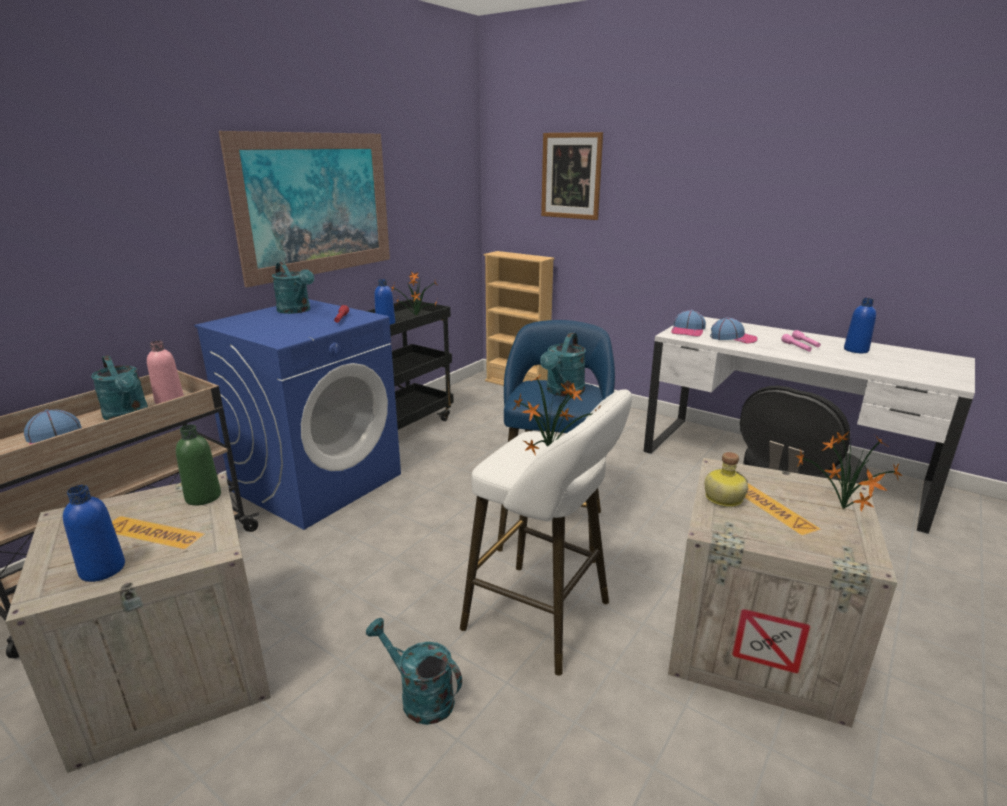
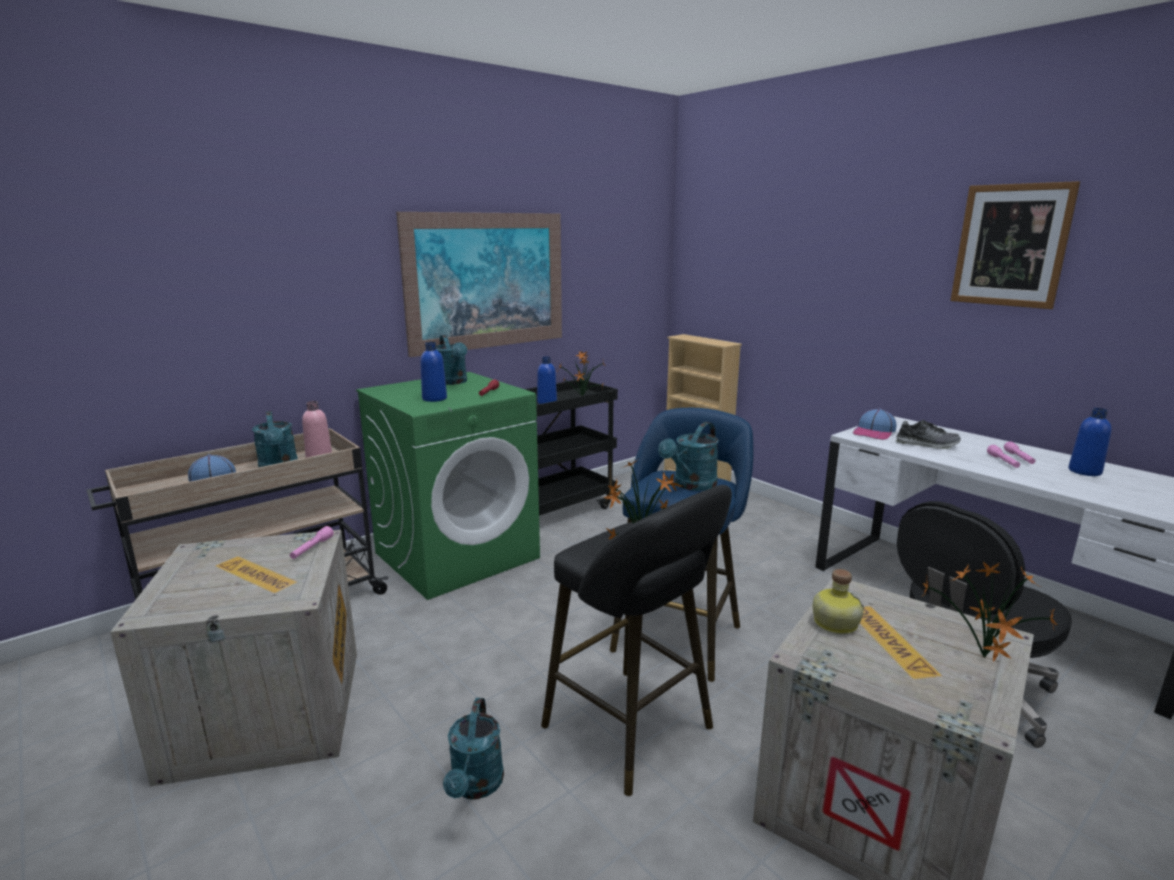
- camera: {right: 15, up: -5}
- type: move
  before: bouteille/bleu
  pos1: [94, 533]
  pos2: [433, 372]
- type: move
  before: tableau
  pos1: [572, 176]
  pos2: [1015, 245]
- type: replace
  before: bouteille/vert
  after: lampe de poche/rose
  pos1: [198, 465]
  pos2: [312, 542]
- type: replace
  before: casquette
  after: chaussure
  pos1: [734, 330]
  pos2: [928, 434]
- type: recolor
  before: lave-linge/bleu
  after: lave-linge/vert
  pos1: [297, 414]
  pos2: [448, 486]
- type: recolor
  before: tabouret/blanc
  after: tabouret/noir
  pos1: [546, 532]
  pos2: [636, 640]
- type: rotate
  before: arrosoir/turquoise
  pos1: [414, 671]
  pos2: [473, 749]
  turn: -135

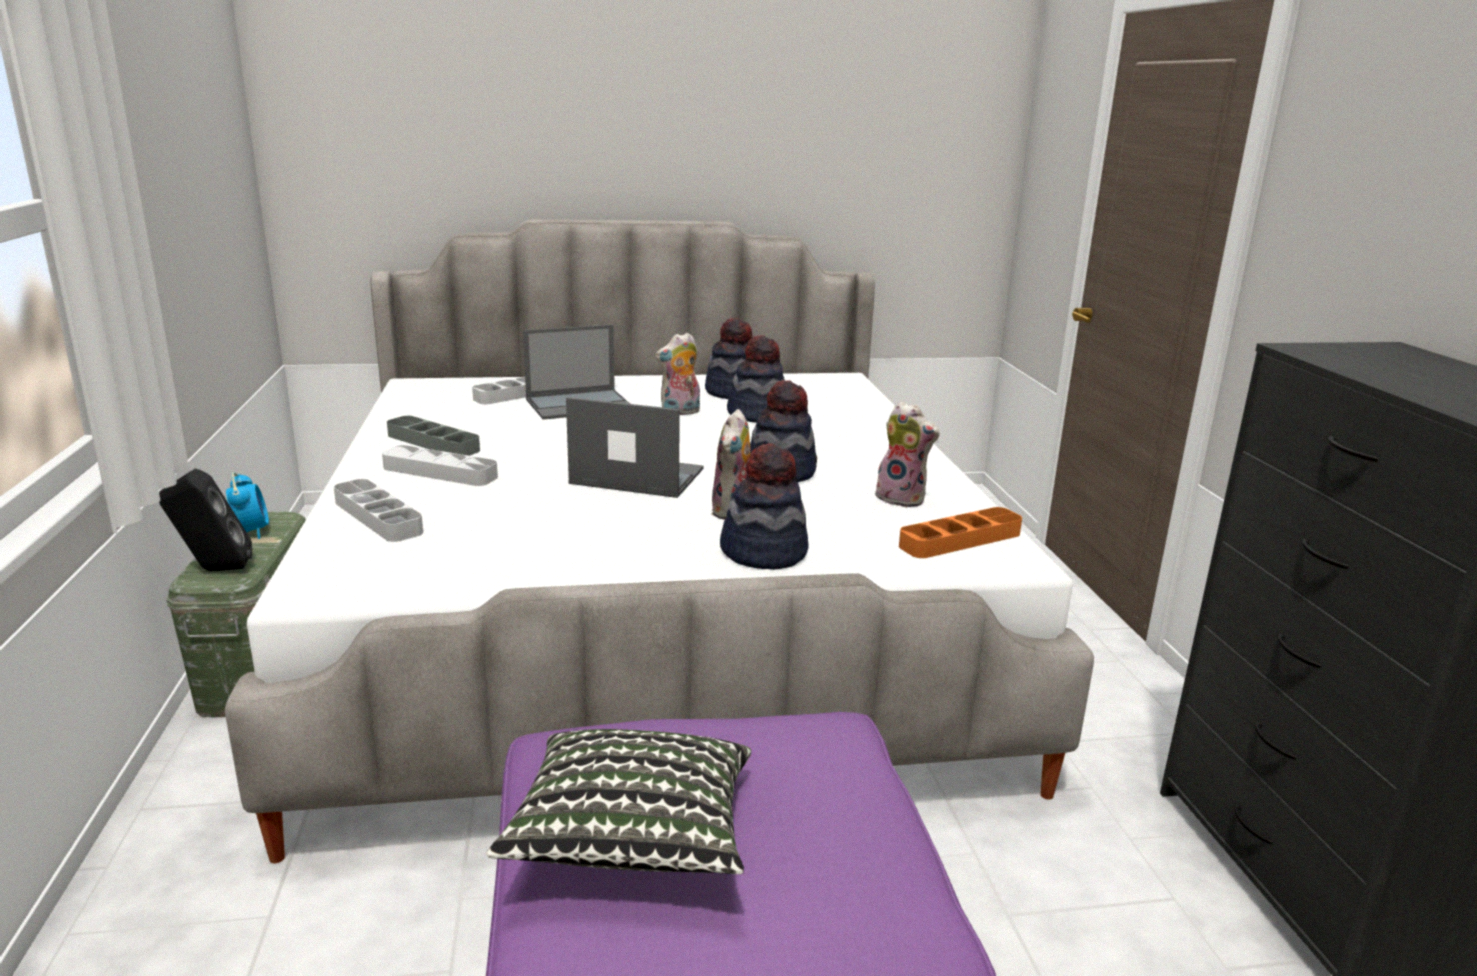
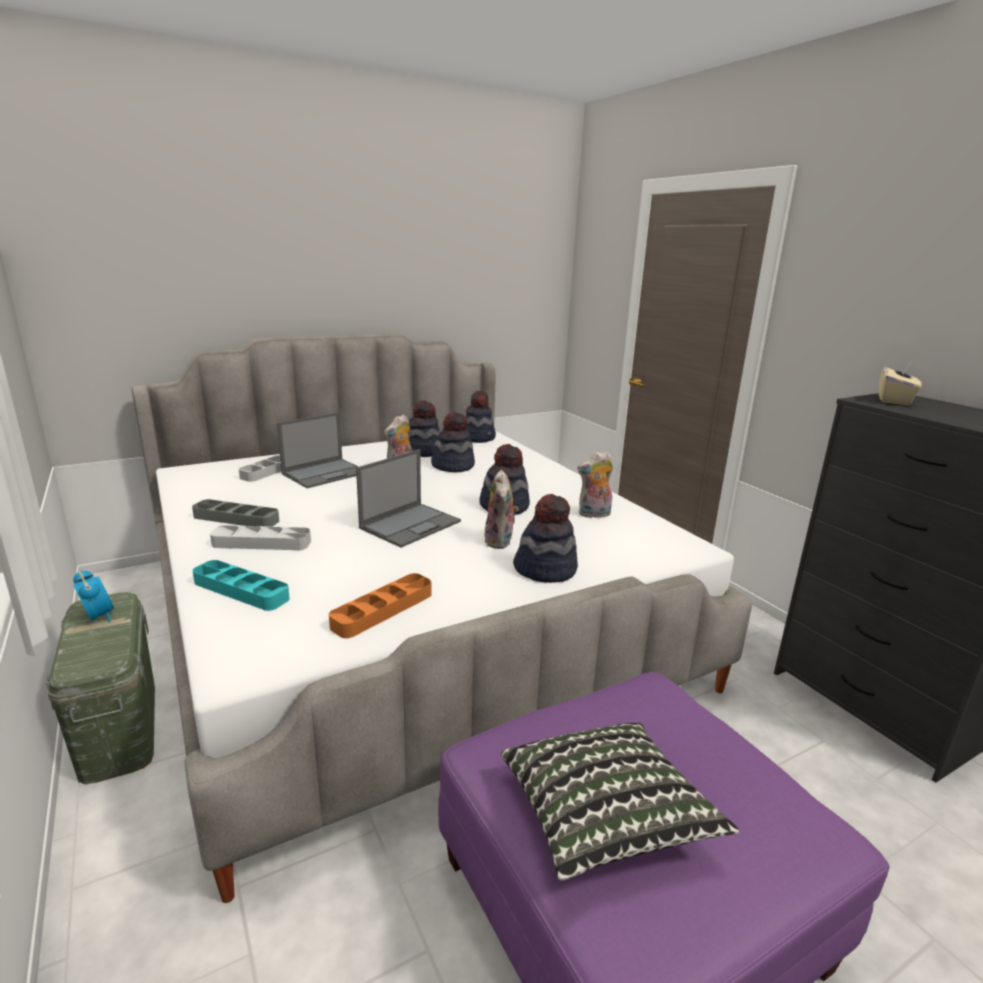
- camera: {right: -20, up: 0}
- type: delete
  before: enceinte/noir
  pos1: [205, 520]
- type: insert
  after: chapeau
  pos2: [480, 416]
- type: insert
  after: boîte à mouchoirs/beige
  pos2: [900, 383]
- type: move
  before: plateau/orange
  pos1: [960, 532]
  pos2: [380, 605]
- type: recolor
  before: plateau/gris
  after: plateau/turquoise
  pos1: [378, 510]
  pos2: [241, 585]
- type: rotate
  before: ordinateur portable
  pos1: [634, 447]
  pos2: [408, 498]
  turn: 135
- type: rotate
  before: peluche
  pos1: [907, 454]
  pos2: [595, 484]
  turn: 150

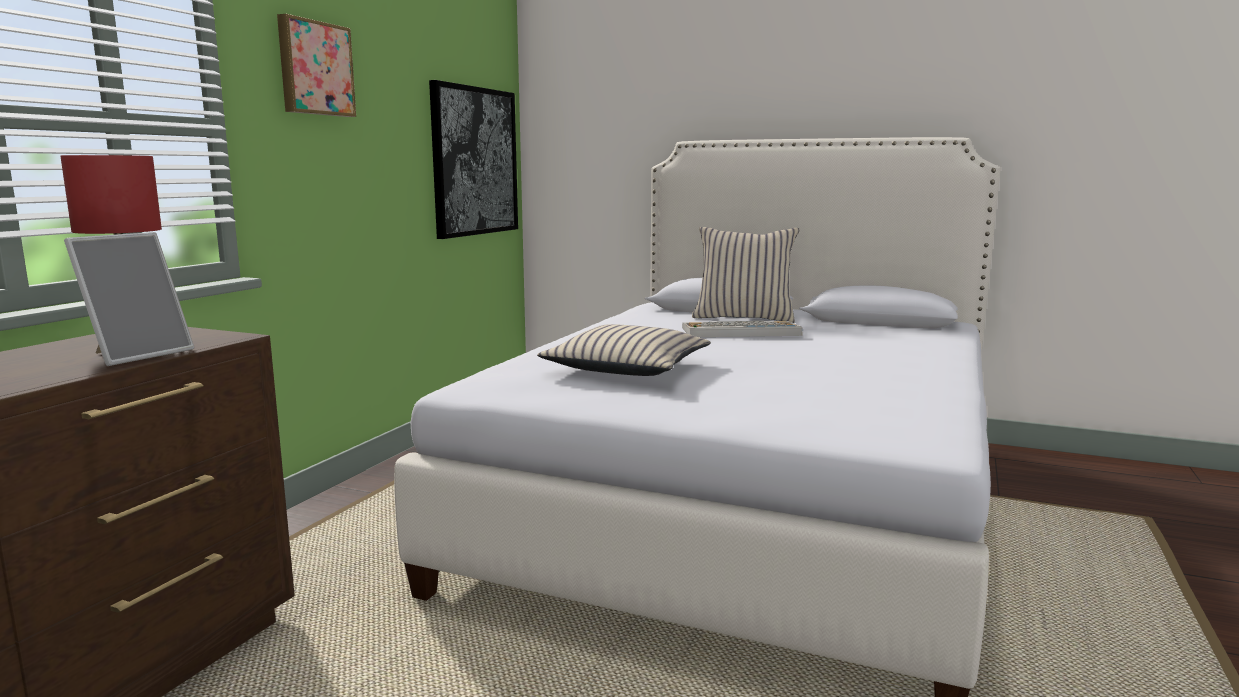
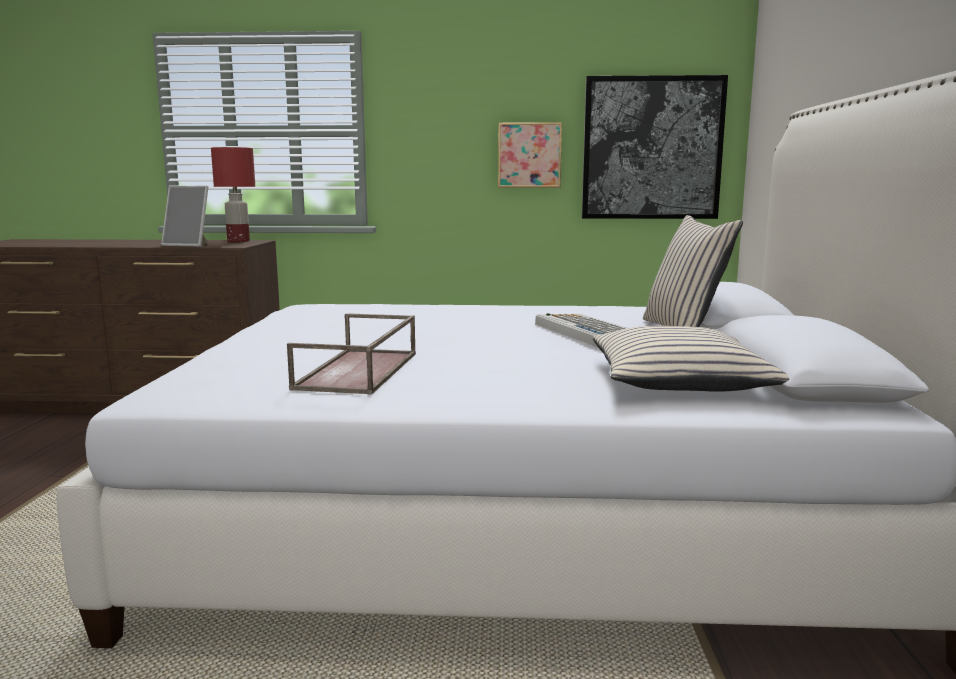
- camera: {right: 70, up: 0}
- type: insert
  after: plateau/marron
  pos2: [351, 354]
- type: move
  before: tableau
  pos1: [316, 65]
  pos2: [530, 155]
- type: move
  before: coussin/beige
  pos1: [624, 350]
  pos2: [691, 359]

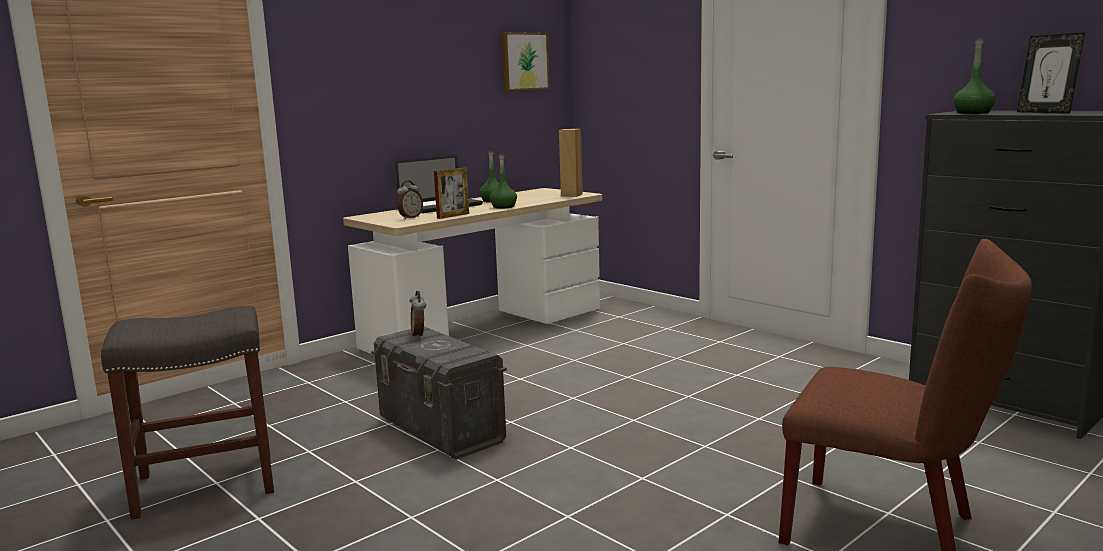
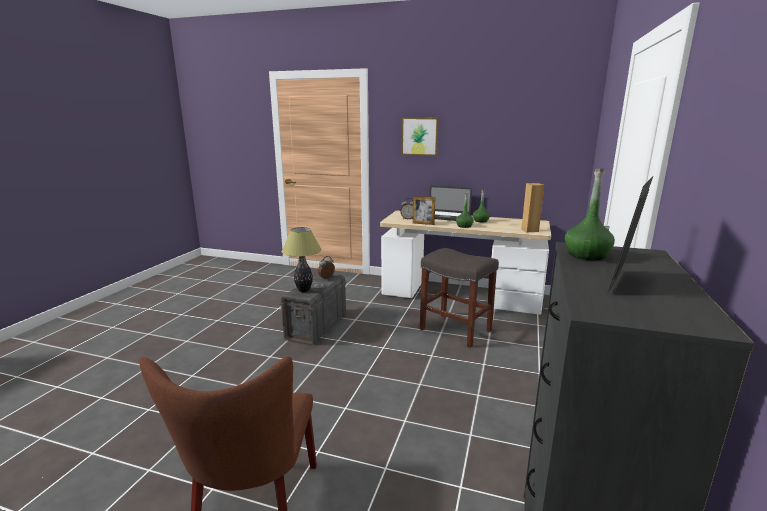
- camera: {right: 60, up: 5}
- type: insert
  after: lampe de table
  pos2: [301, 259]
- type: move
  before: tabouret/gris
  pos1: [187, 412]
  pos2: [459, 298]
- type: move
  before: tableau
  pos1: [525, 61]
  pos2: [420, 137]

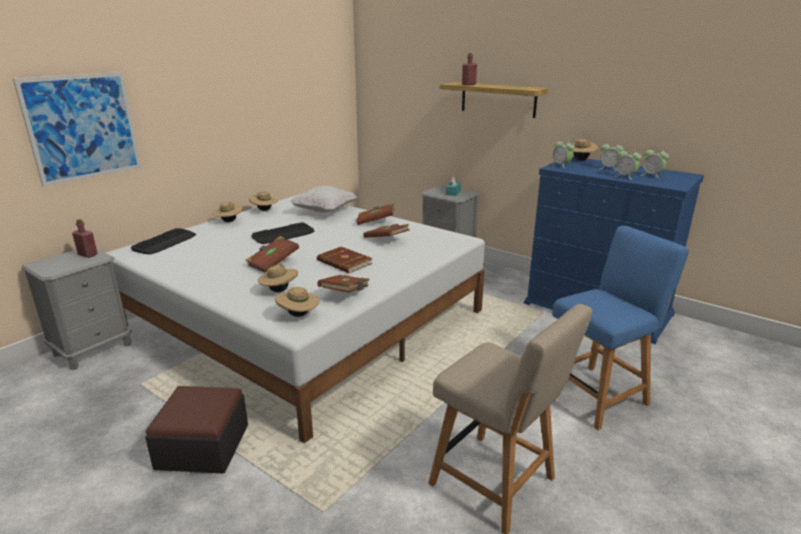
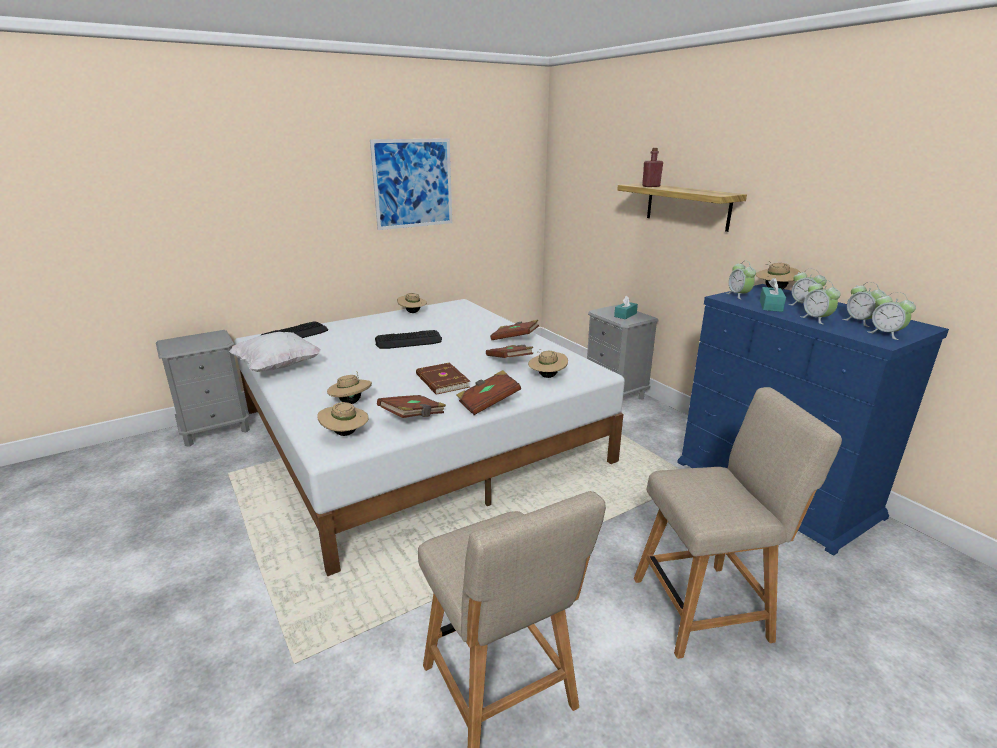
- camera: {right: 20, up: 0}
- type: delete
  before: bouteille/rouge
  pos1: [84, 238]
- type: delete
  before: pouf
  pos1: [196, 430]
- type: insert
  after: boîte à mouchoirs/turquoise
  pos2: [773, 294]
- type: insert
  after: réveil
  pos2: [891, 316]
- type: move
  before: tableau
  pos1: [77, 129]
  pos2: [411, 184]
- type: move
  before: chapeau/beige
  pos1: [228, 212]
  pos2: [548, 363]
- type: move
  before: livre/marron
  pos1: [272, 254]
  pos2: [488, 392]
- type: move
  before: coussin/blanc
  pos1: [324, 199]
  pos2: [275, 352]
- type: recolor
  before: chaise/bleu
  after: chaise/beige
  pos1: [620, 328]
  pos2: [738, 523]

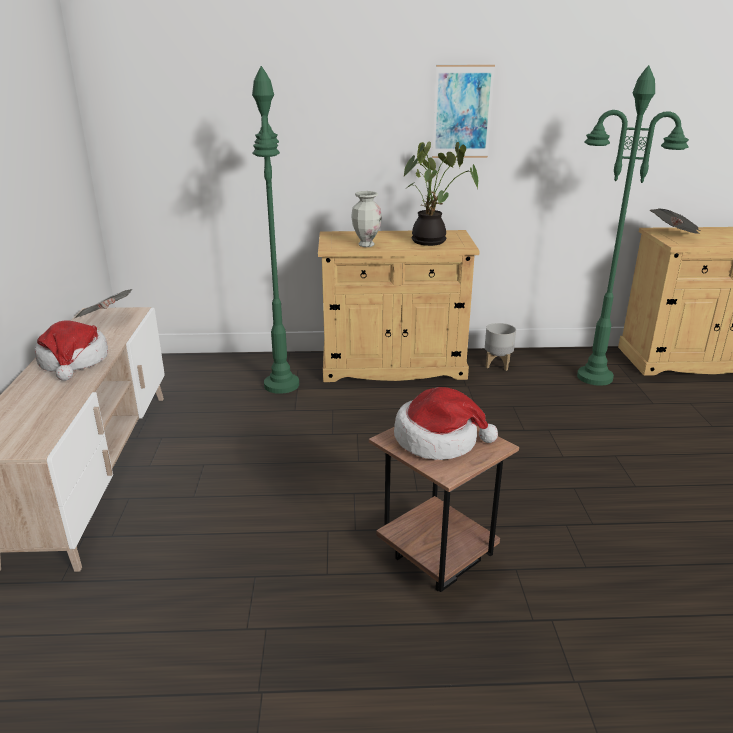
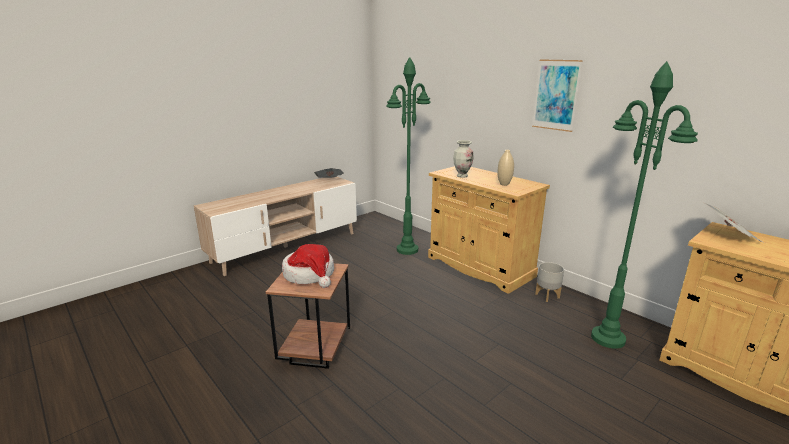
- camera: {right: 50, up: -5}
- type: delete
  before: chapeau
  pos1: [71, 350]
- type: replace
  before: plante en pot
  after: vase/beige
  pos1: [440, 193]
  pos2: [505, 168]

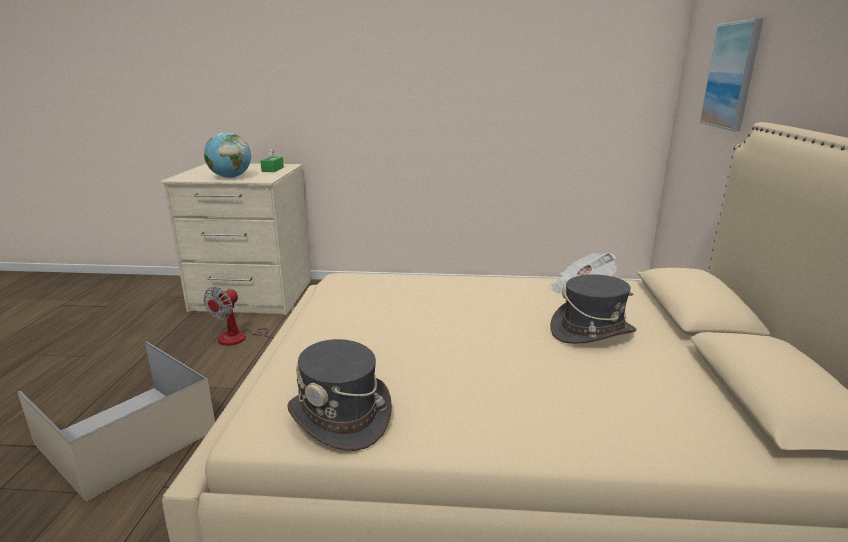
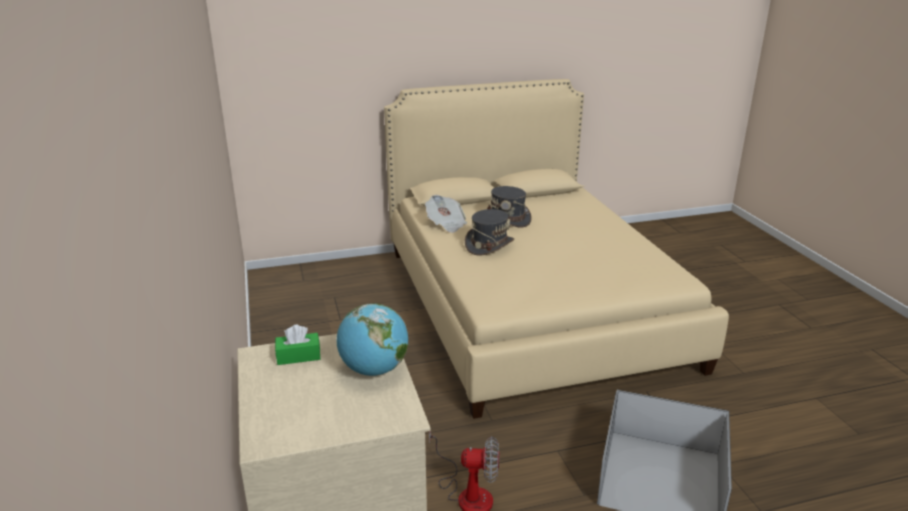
- camera: {right: -110, up: 5}
- type: delete
  before: tableau
  pos1: [732, 74]
- type: move
  before: chapeau/gris
  pos1: [339, 395]
  pos2: [489, 232]

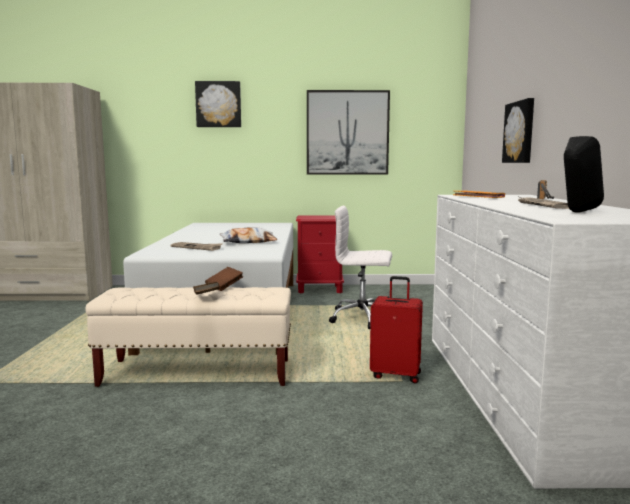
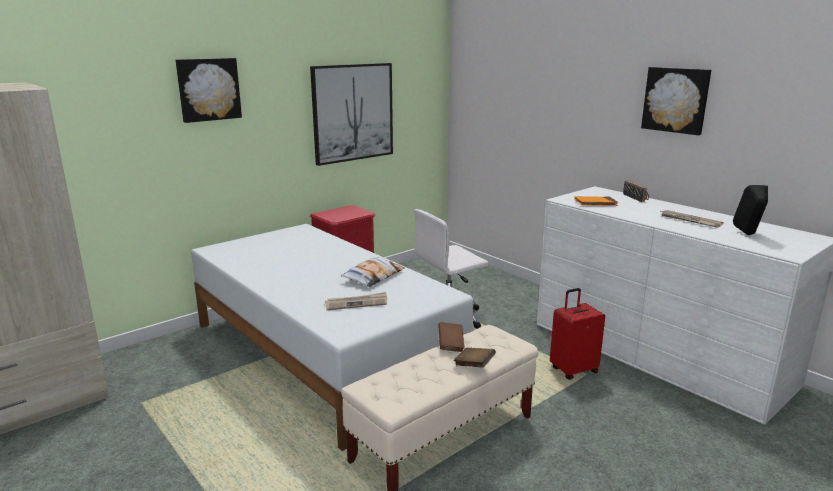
- camera: {right: -40, up: 10}
- type: move
  before: tableau
  pos1: [518, 130]
  pos2: [676, 101]

